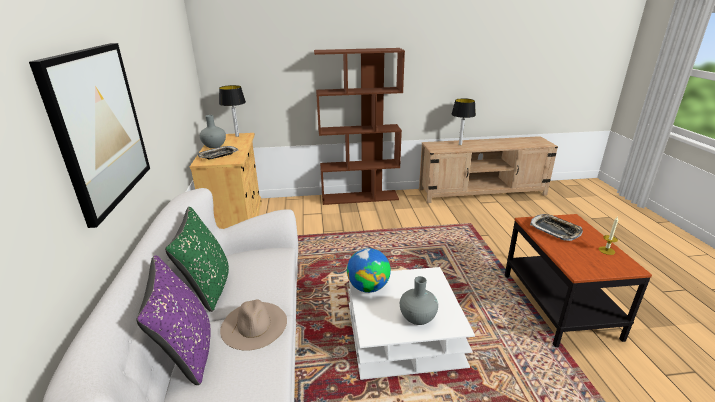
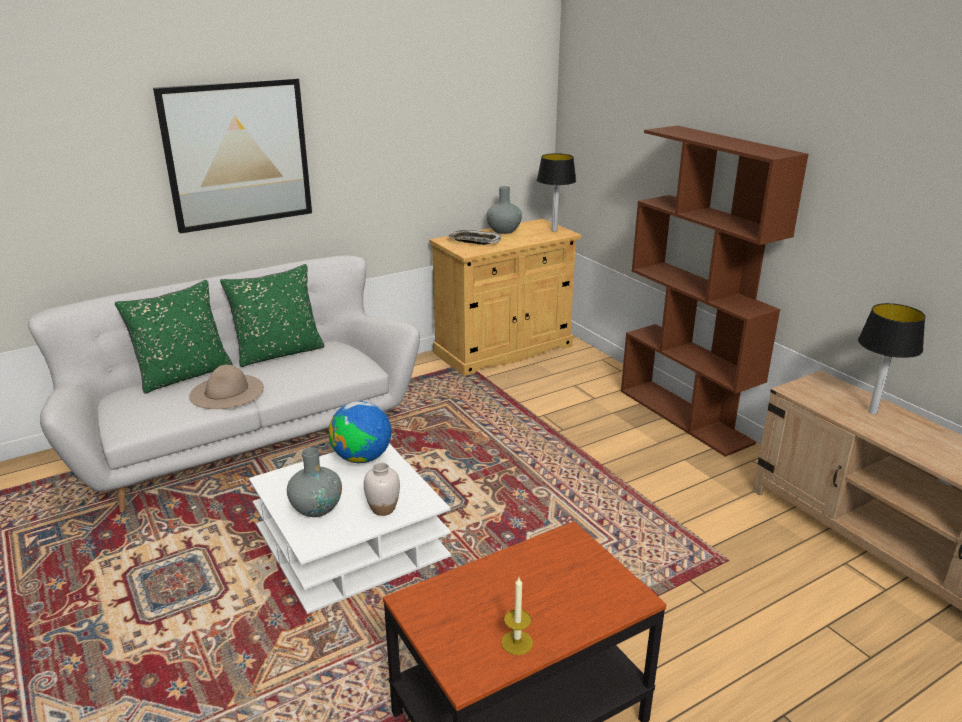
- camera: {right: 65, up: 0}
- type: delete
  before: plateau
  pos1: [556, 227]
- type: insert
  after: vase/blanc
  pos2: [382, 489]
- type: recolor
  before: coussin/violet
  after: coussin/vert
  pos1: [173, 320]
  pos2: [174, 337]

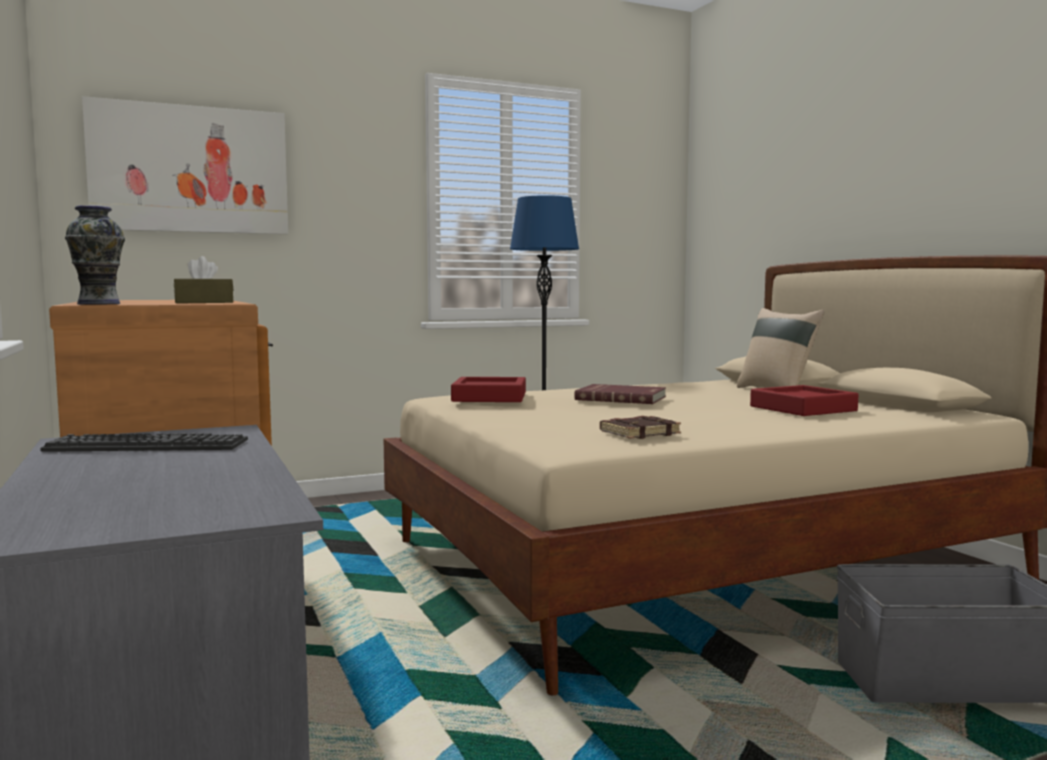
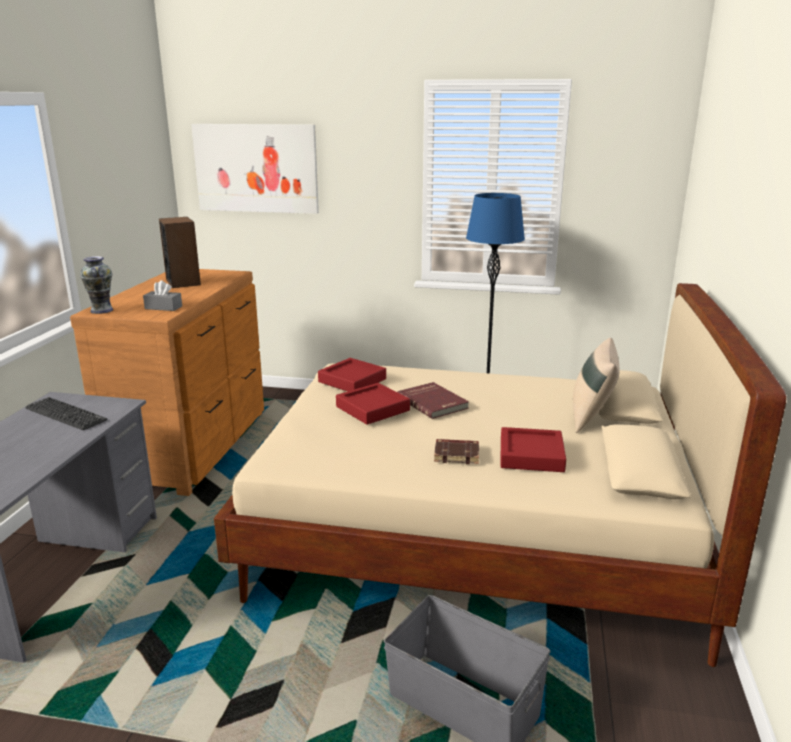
- camera: {right: 35, up: 15}
- type: insert
  after: enceinte
  pos2: [180, 252]
- type: insert
  after: plateau/rouge
  pos2: [373, 404]
- type: move
  before: livre/marron
  pos1: [640, 427]
  pos2: [456, 451]
- type: recolor
  before: boîte à mouchoirs/marron
  after: boîte à mouchoirs/gris
  pos1: [204, 279]
  pos2: [162, 295]

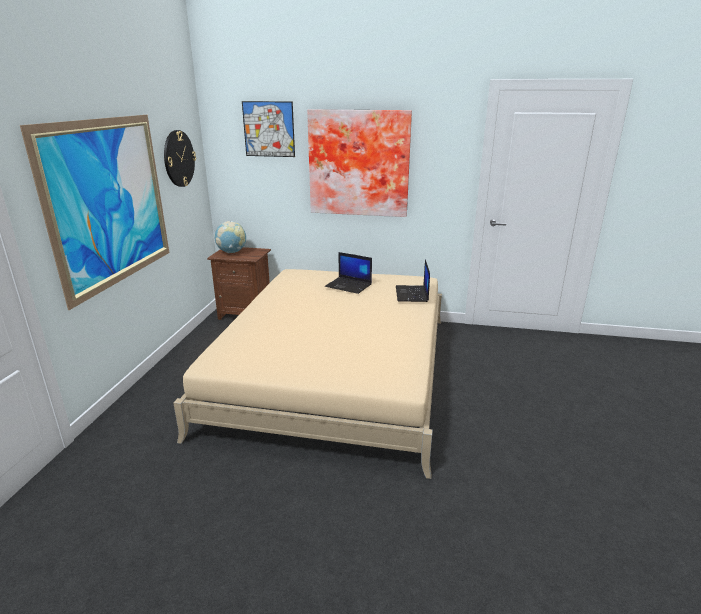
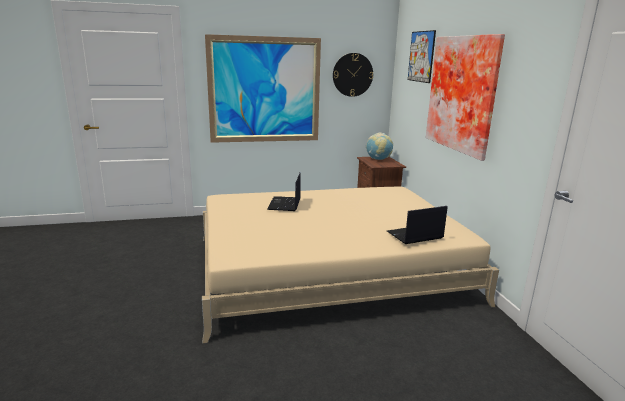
- camera: {right: 65, up: -5}
- type: move
  before: ordinateur portable
  pos1: [348, 273]
  pos2: [284, 192]

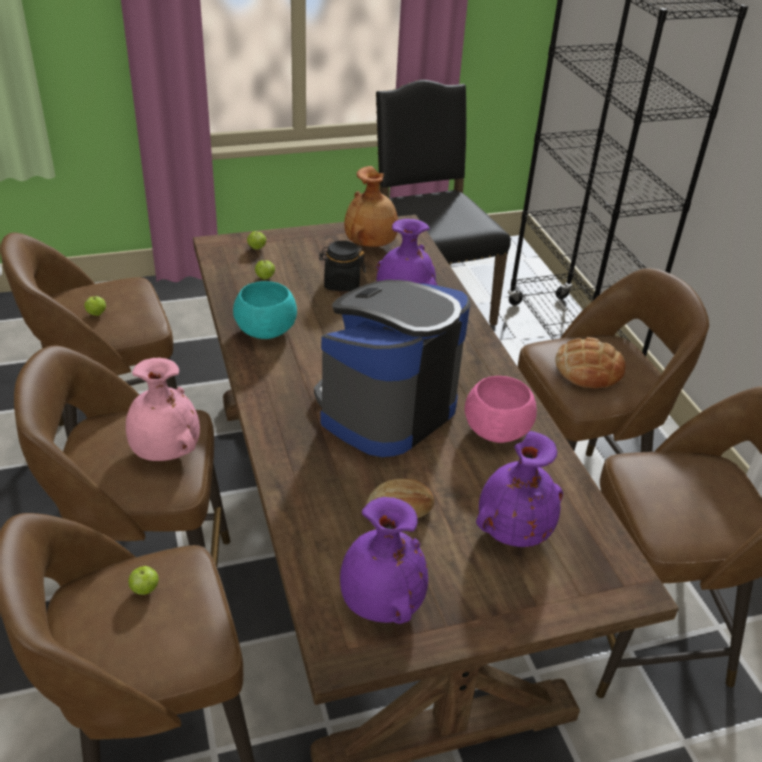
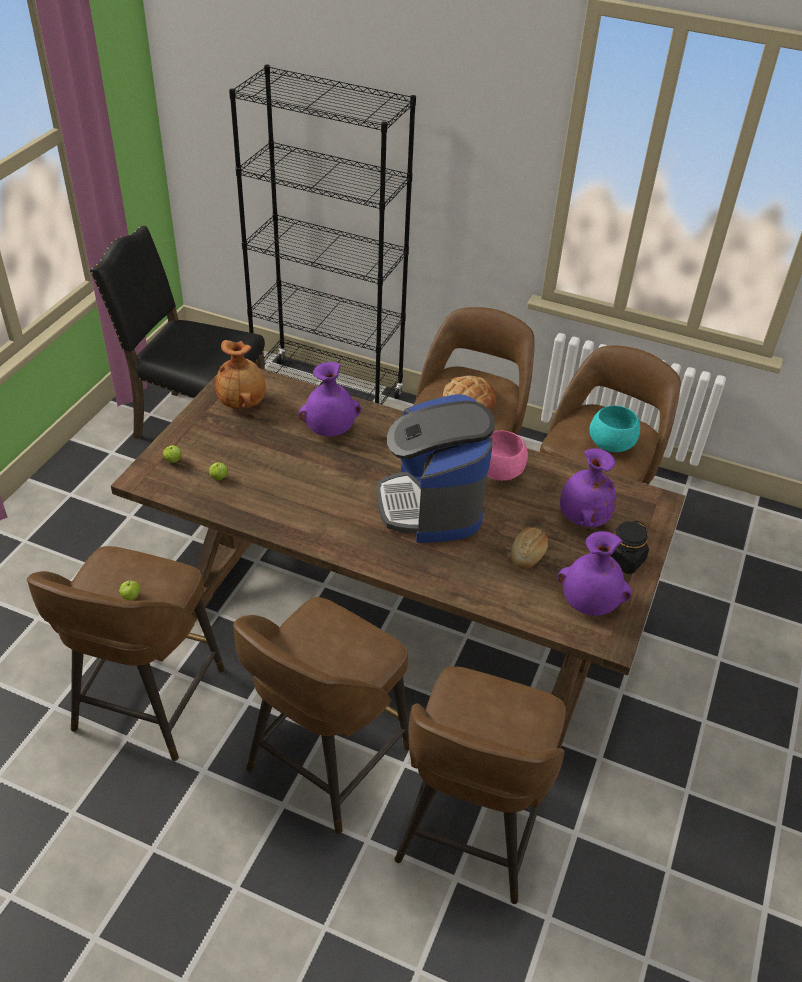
- camera: {right: -50, up: 5}
- type: delete
  before: vase/rose
  pos1: [163, 409]
- type: delete
  before: pomme
  pos1: [143, 580]
- type: move
  before: bol/turquoise
  pos1: [265, 310]
  pos2: [614, 429]
- type: move
  before: bocal/noir
  pos1: [342, 266]
  pos2: [629, 547]

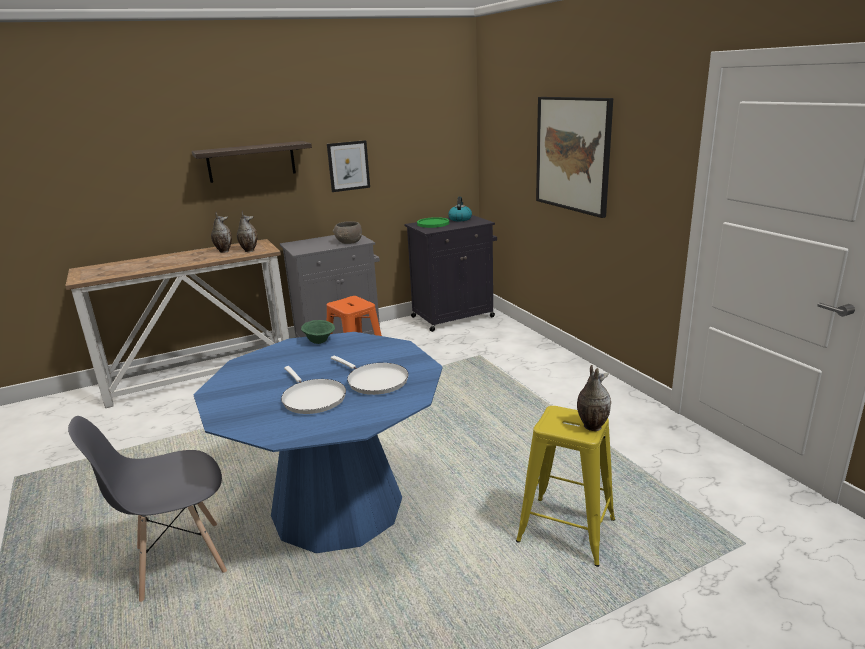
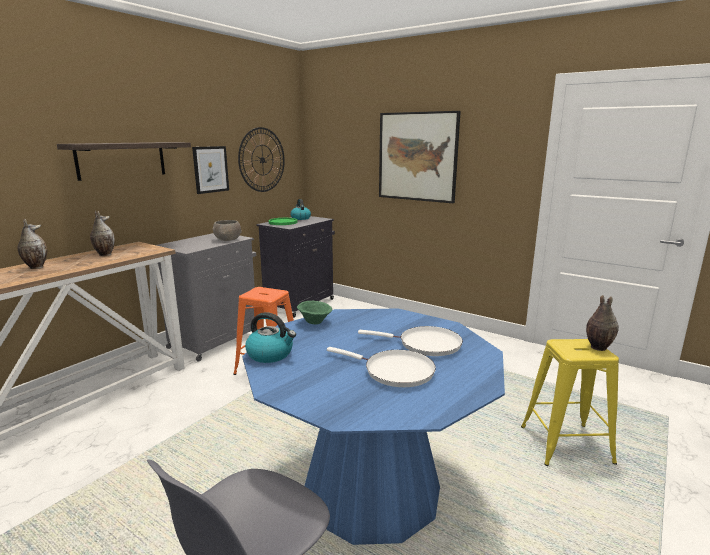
- camera: {right: -30, up: -5}
- type: insert
  after: horloge murale
  pos2: [261, 159]
- type: insert
  after: bouilloire
  pos2: [270, 337]
- type: move
  before: vase
  pos1: [247, 231]
  pos2: [32, 244]

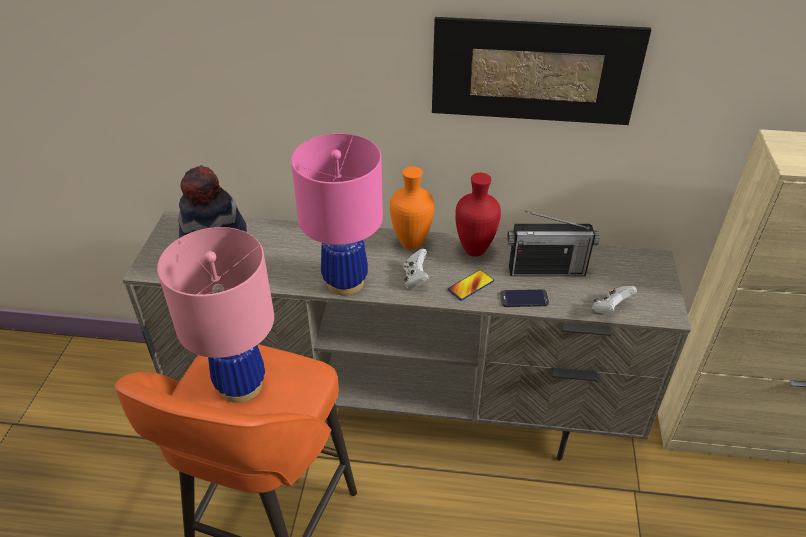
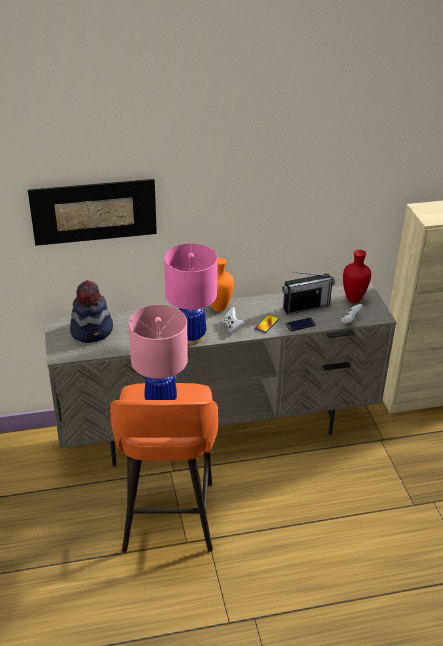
- camera: {right: -20, up: -5}
- type: move
  before: tableau
  pos1: [541, 71]
  pos2: [92, 212]
- type: move
  before: vase/rouge
  pos1: [478, 215]
  pos2: [357, 276]

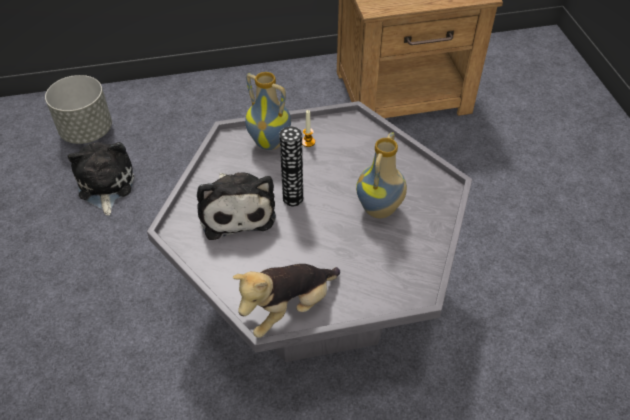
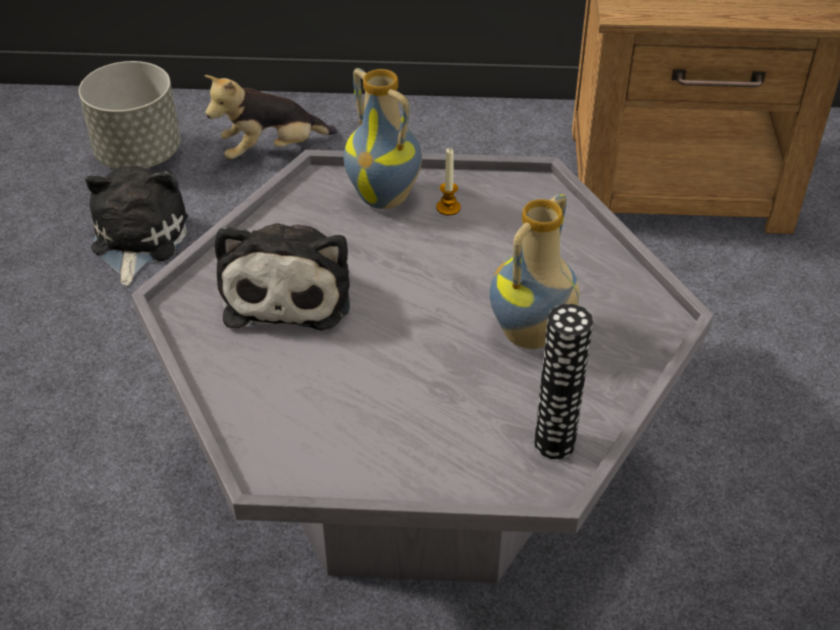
- camera: {right: 15, up: -5}
- type: move
  before: peluche
  pos1: [286, 301]
  pos2: [271, 117]
- type: move
  before: vase
  pos1: [291, 166]
  pos2: [563, 381]

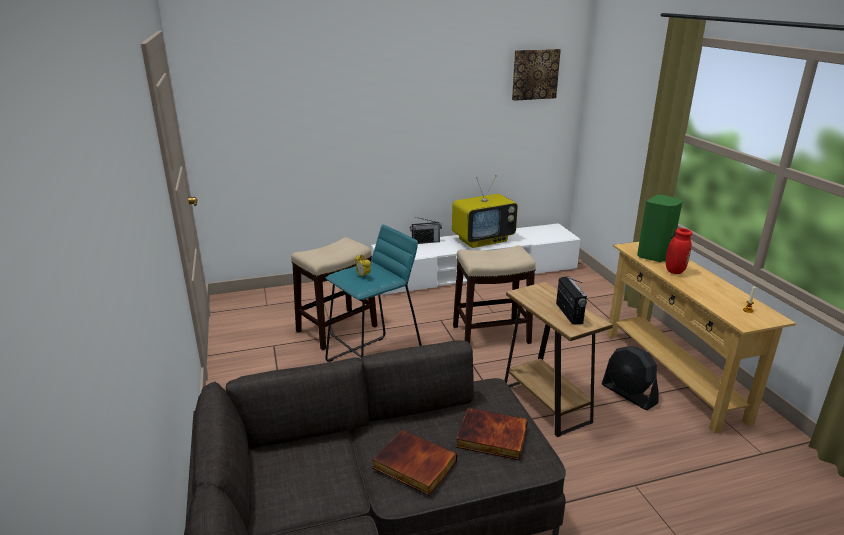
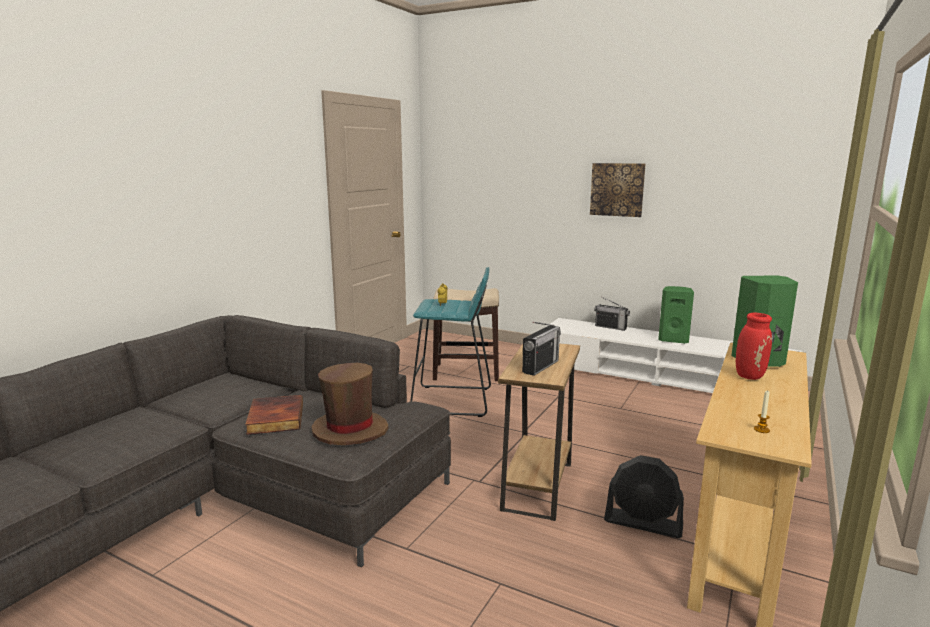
- camera: {right: 45, up: -10}
- type: delete
  before: tabouret
  pos1: [494, 294]
- type: move
  before: tableau
  pos1: [536, 75]
  pos2: [617, 190]
- type: replace
  before: téléviseur
  after: enceinte/vert
  pos1: [485, 211]
  pos2: [676, 315]
- type: replace
  before: livre
  after: chapeau/marron
  pos1: [492, 434]
  pos2: [349, 404]
- type: rotate
  before: ventilateur/noir
  pos1: [630, 378]
  pos2: [644, 496]
  turn: -75

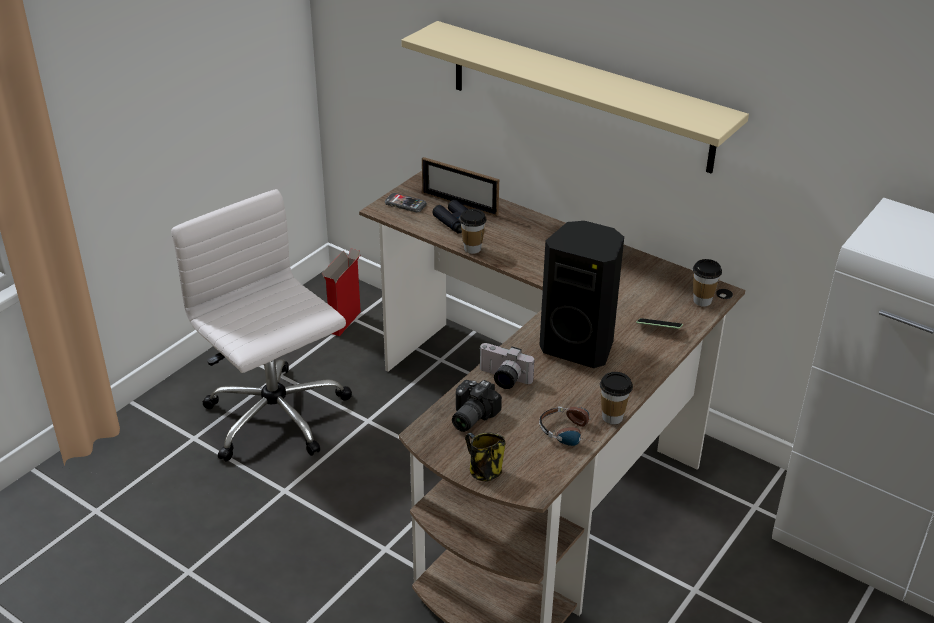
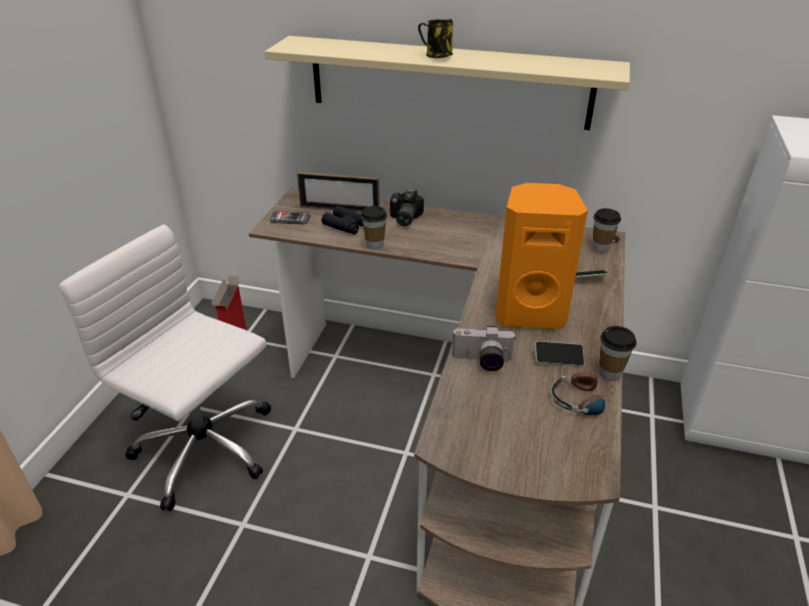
- camera: {right: -20, up: 0}
- type: insert
  after: téléphone
  pos2: [560, 353]
- type: move
  before: appareil photo
  pos1: [477, 406]
  pos2: [407, 208]
- type: move
  before: mug
  pos1: [485, 456]
  pos2: [435, 38]
- type: recolor
  before: enceinte/noir
  after: enceinte/orange
  pos1: [581, 294]
  pos2: [541, 256]

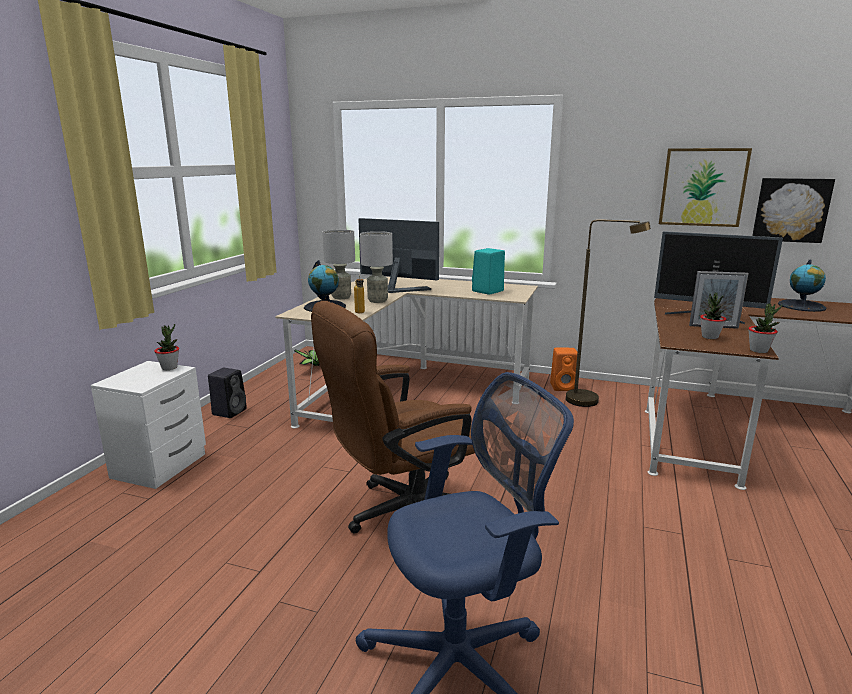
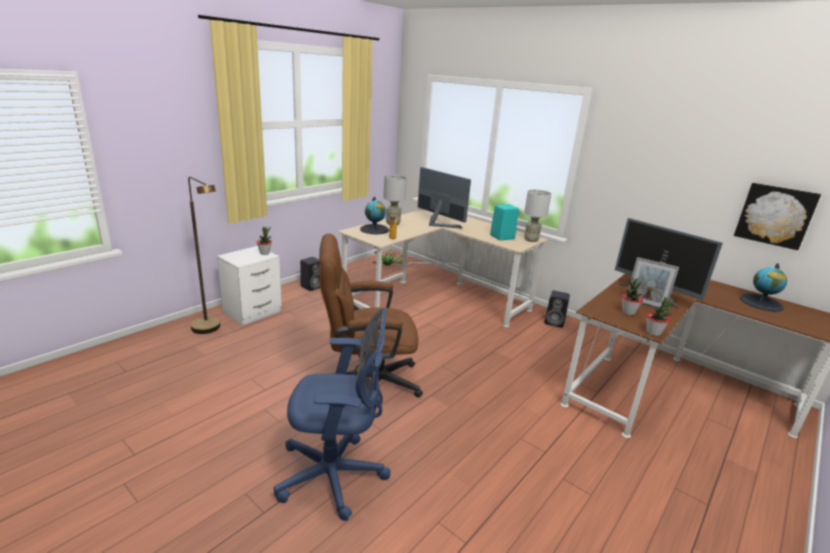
- camera: {right: 20, up: 5}
- type: delete
  before: tableau
  pos1: [705, 187]
- type: move
  before: lampe de table/gris
  pos1: [376, 267]
  pos2: [537, 215]
- type: move
  before: lampadaire/marron
  pos1: [608, 313]
  pos2: [204, 255]
- type: recolor
  before: enceinte/orange
  after: enceinte/noir
  pos1: [564, 369]
  pos2: [557, 309]

